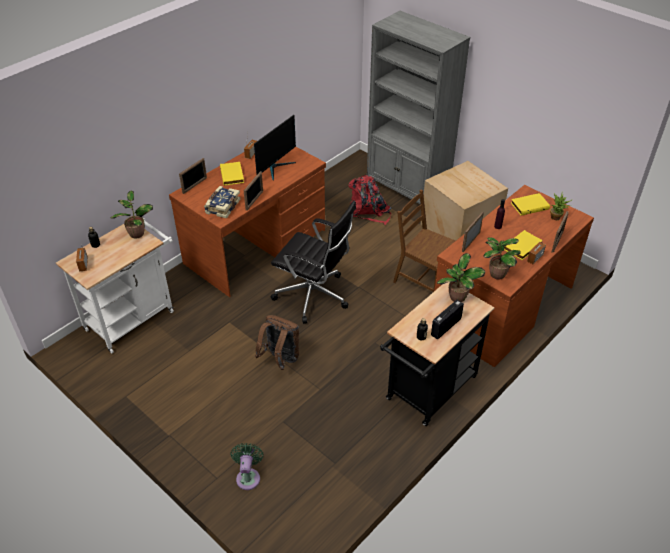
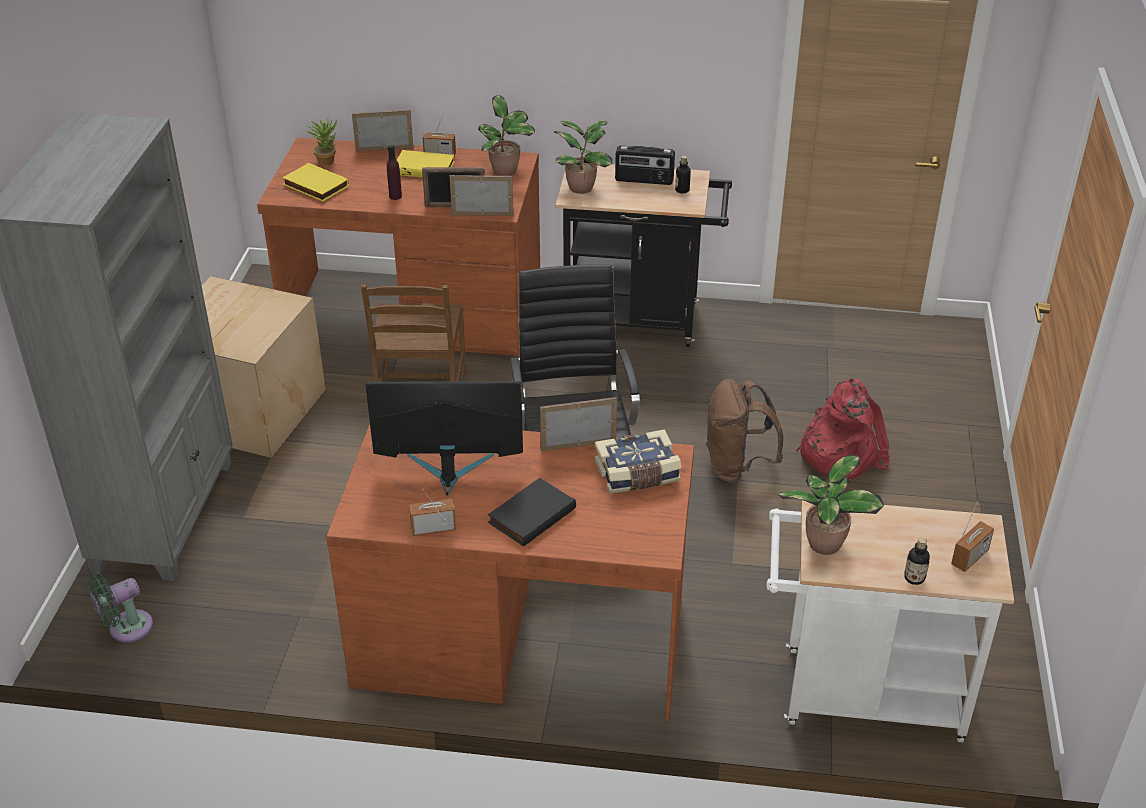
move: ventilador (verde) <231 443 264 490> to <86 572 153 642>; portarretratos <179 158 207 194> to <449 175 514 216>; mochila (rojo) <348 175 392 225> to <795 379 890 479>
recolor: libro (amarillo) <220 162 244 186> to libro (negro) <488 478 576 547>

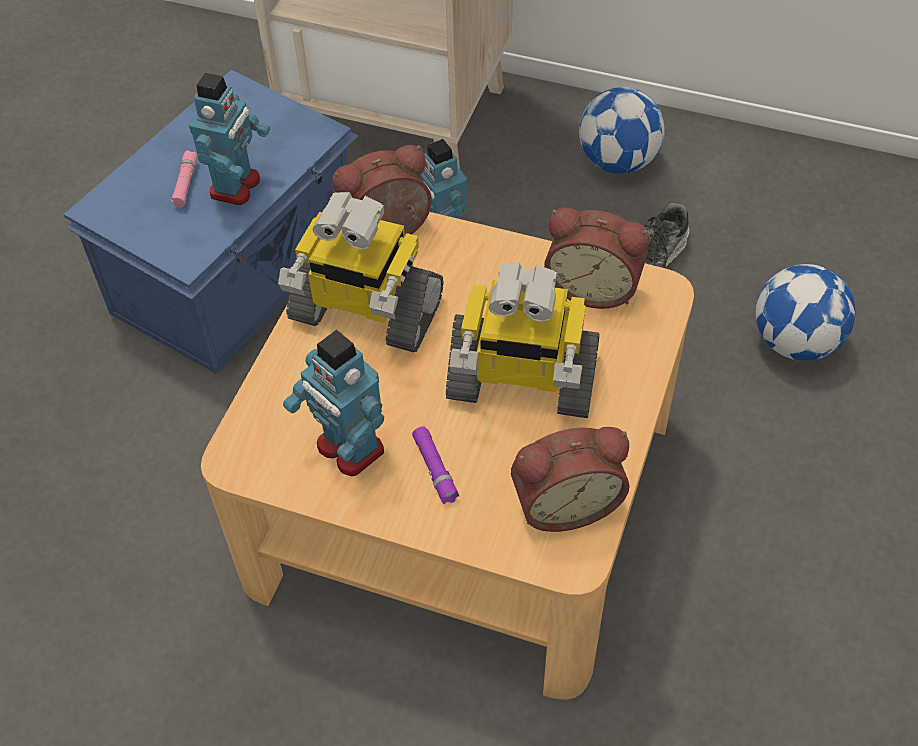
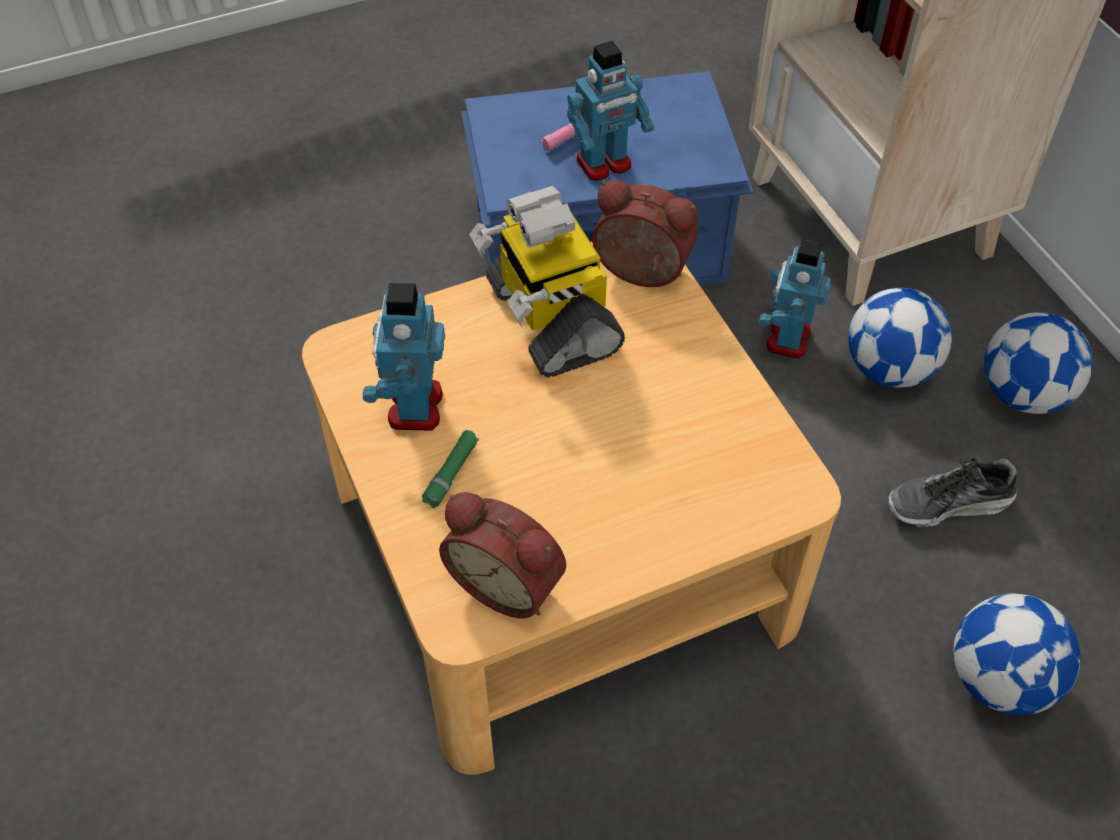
delete: robot de juguete <446 263 600 418>; despertador <544 207 650 309>
insert: balón de fútbol <848 287 952 388>
recolor: linterna (morado) <412 426 459 504> to linterna (verde) <422 430 479 508>

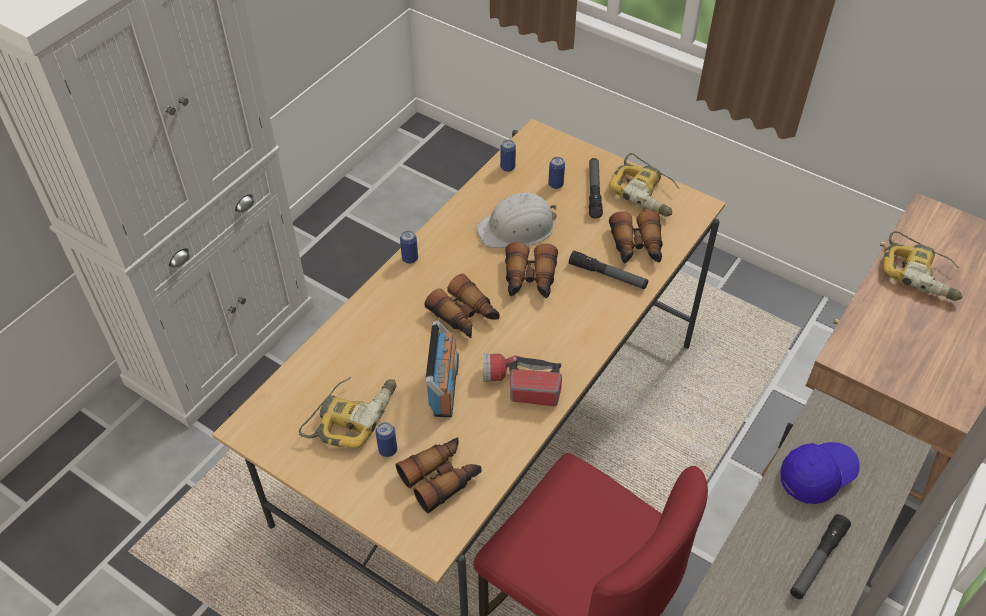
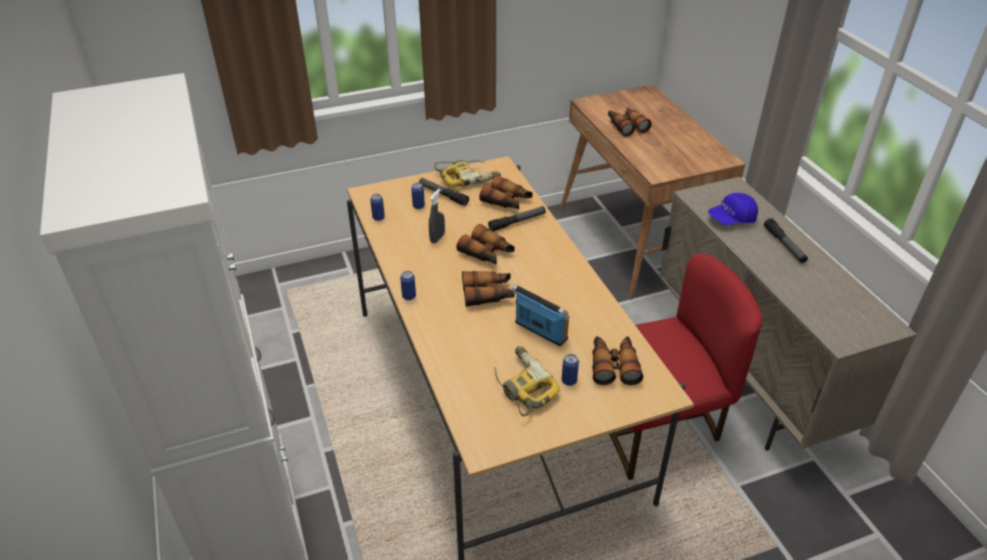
delete: linterna <483 353 562 406>
replace: casco (blanco) <476 193 557 248> to pulverizador (gris) <429 189 445 243>; taladro <883 231 962 301> to prismáticos <608 107 651 137>
rotate: gorra (azul) <780 442 860 504> = <708 193 758 225> 120 degrees counterclockwise

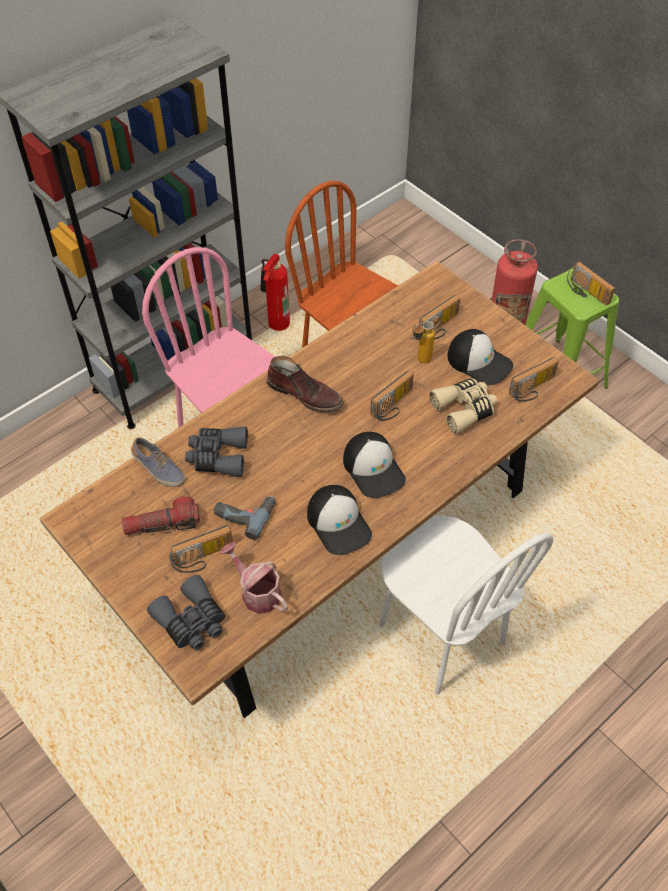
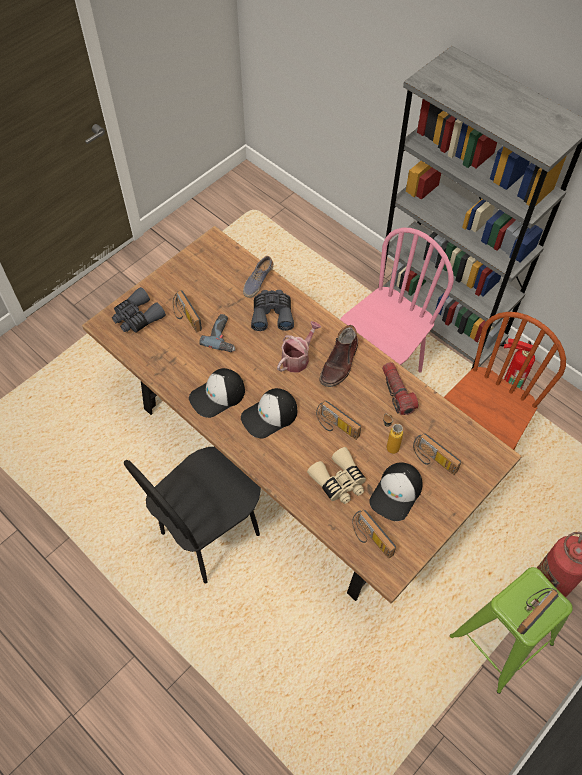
move: regadera <220 542 288 614> to <277 321 321 373>; linterna <121 496 200 535> to <382 362 418 415>
recolor: silla (blanco) <380 515 554 695> to silla (negro) <124 447 261 584>

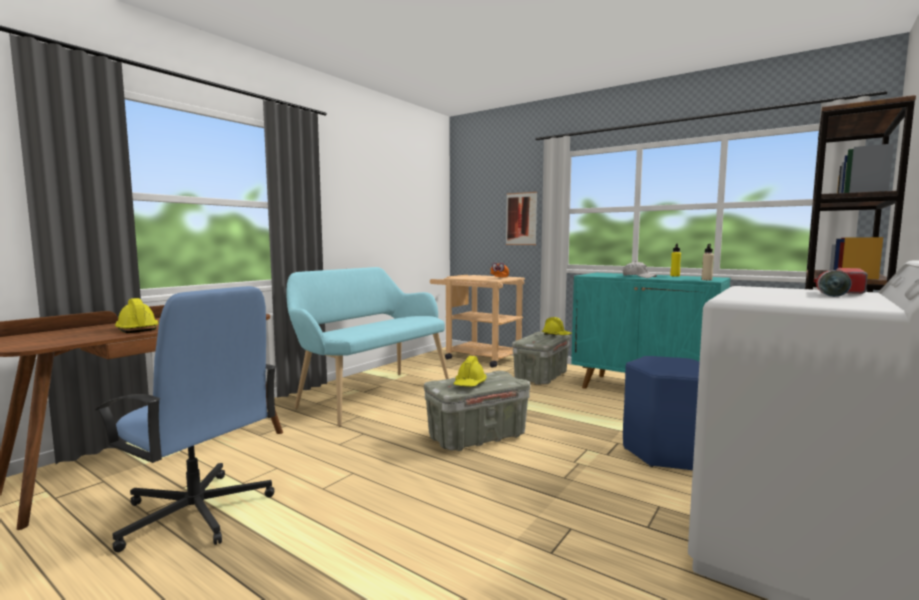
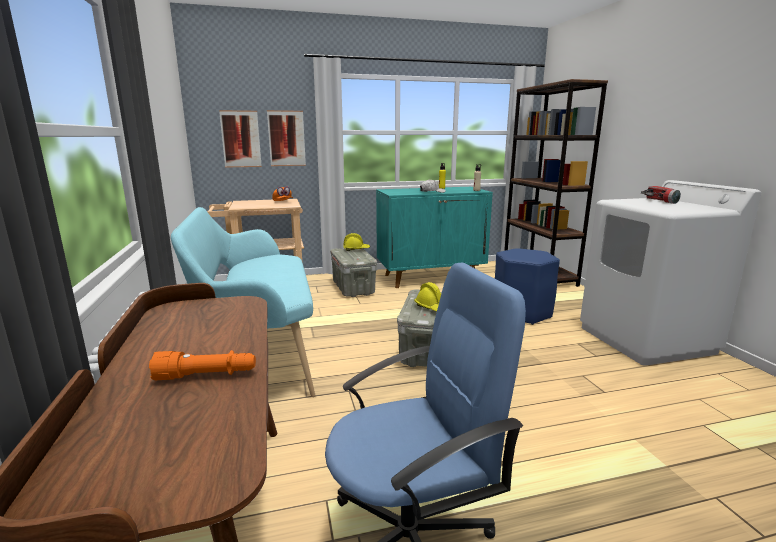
insert: cuadro <219 110 262 167>
replace: casco (amarillo) <115 298 159 333> to linterna (naranja) <149 350 256 380>

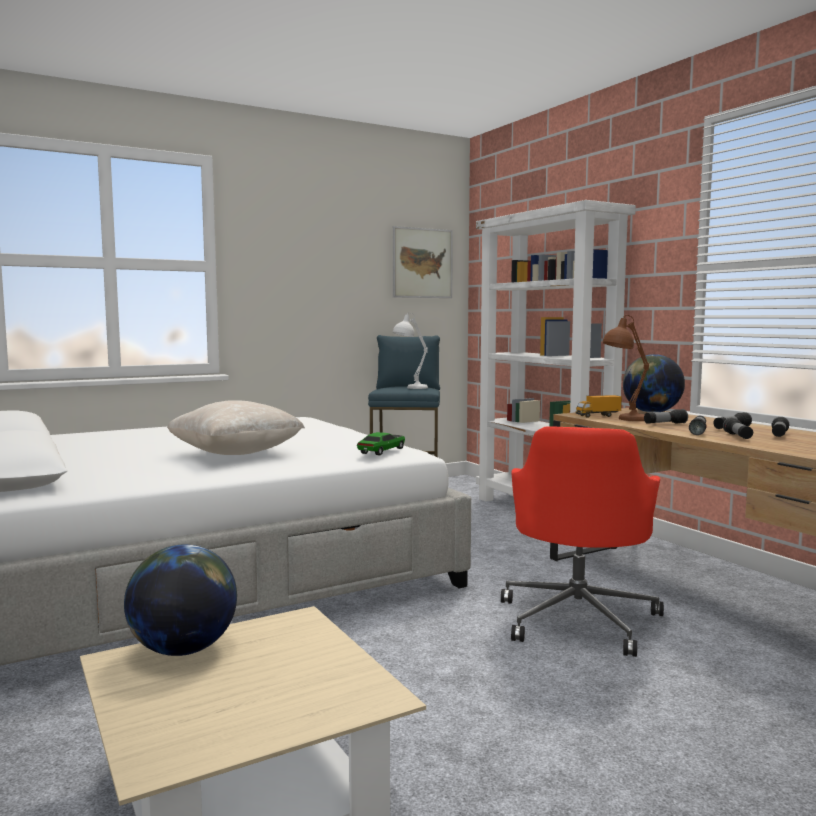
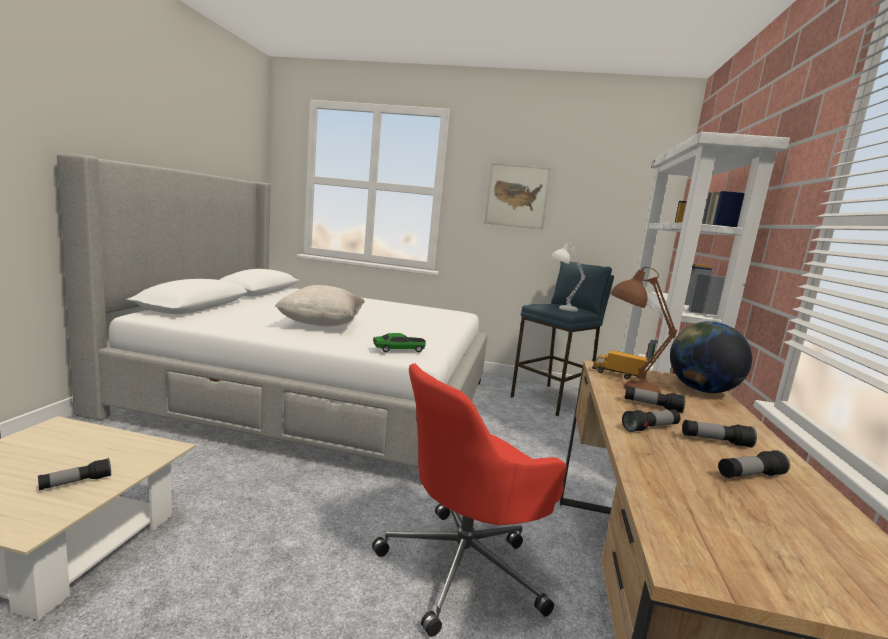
delete: globo terráqueo <124 544 237 656>
move: linterna <723 418 753 439> to <38 458 111 490>; cuadro <393 226 453 298> to <484 162 552 230>

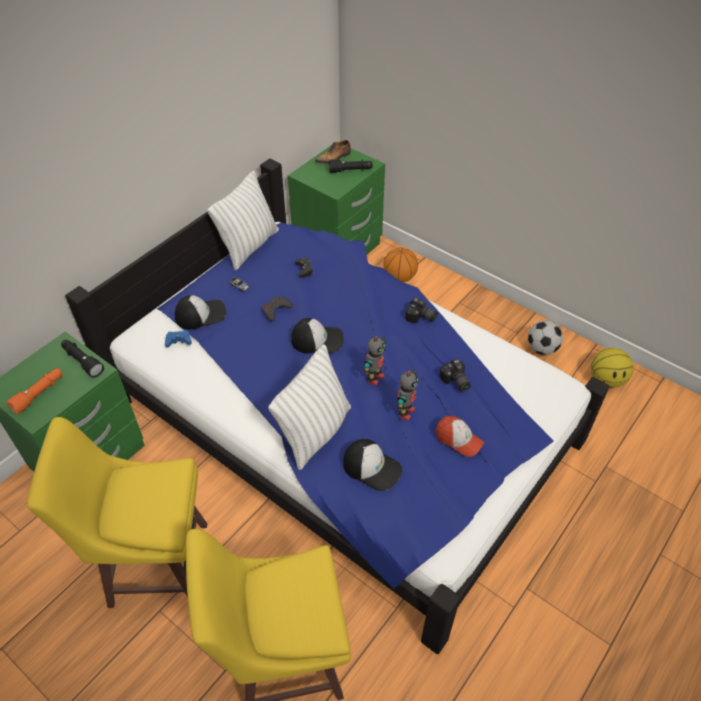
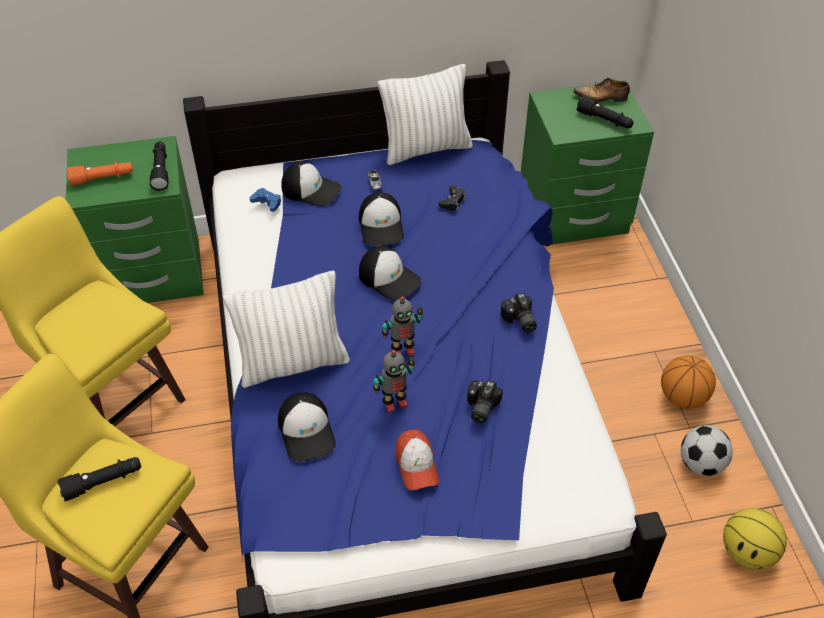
insert: linterna (negro) <57 457 141 501>
move: balón de baloncesto <383 247 418 282> to <661 355 716 409>
replace: mando de consola (gris) <262 296 293 321> to gorra <359 193 404 245>

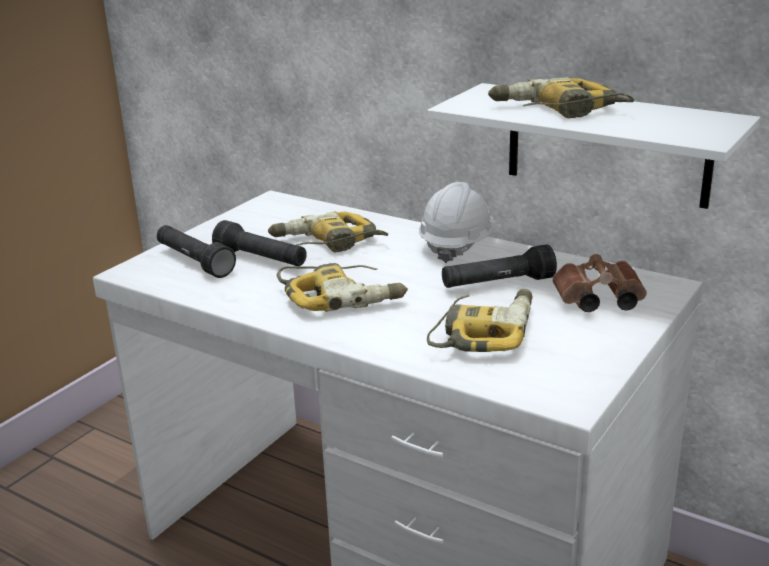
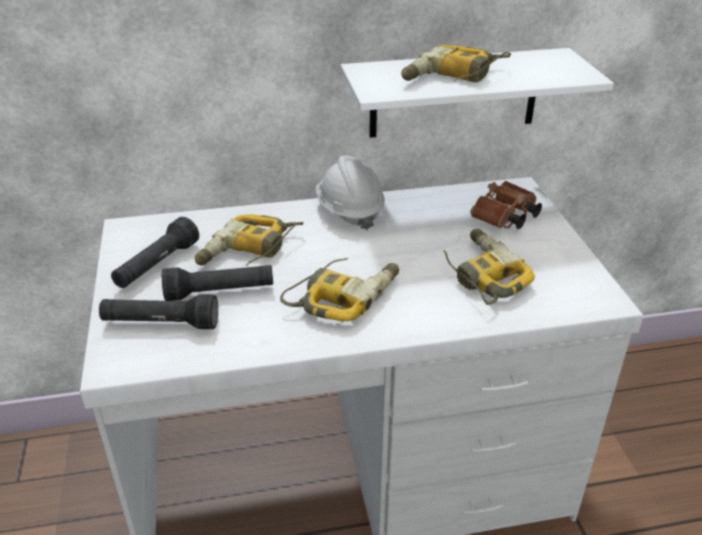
move: linterna (negro) <442 244 557 288> to <111 217 199 288>

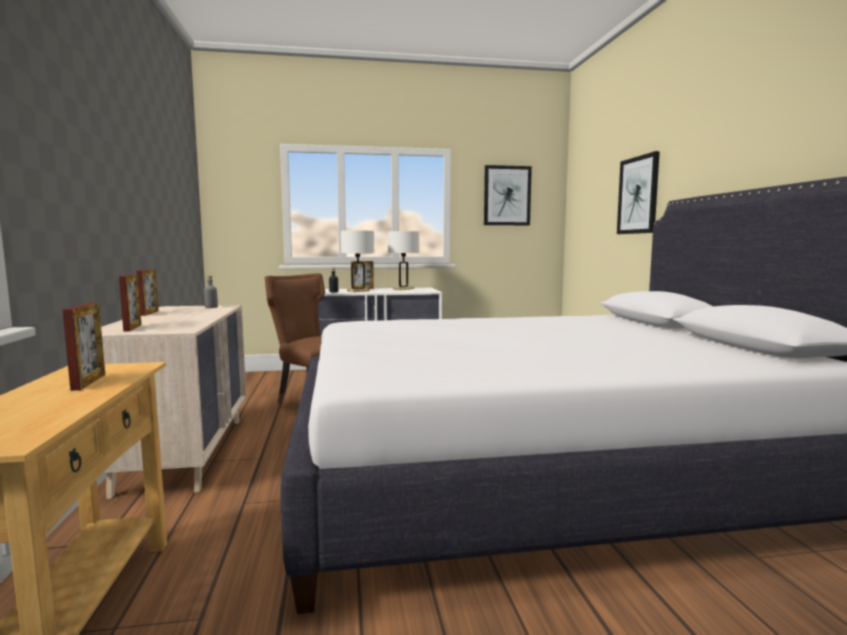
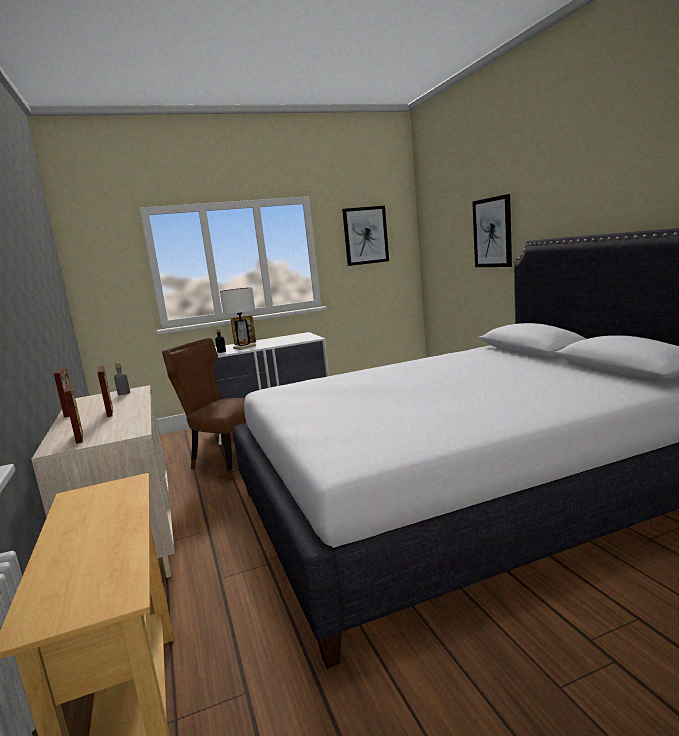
delete: lámpara de mesa (blanco) <388 231 419 290>
move: portarretratos <63 302 105 391> to <97 365 113 417>

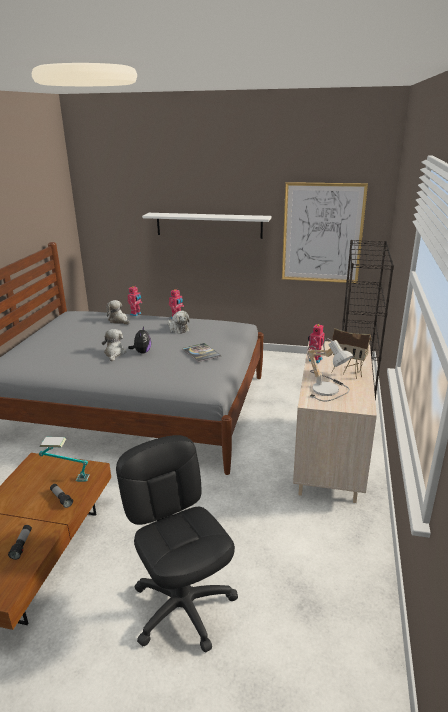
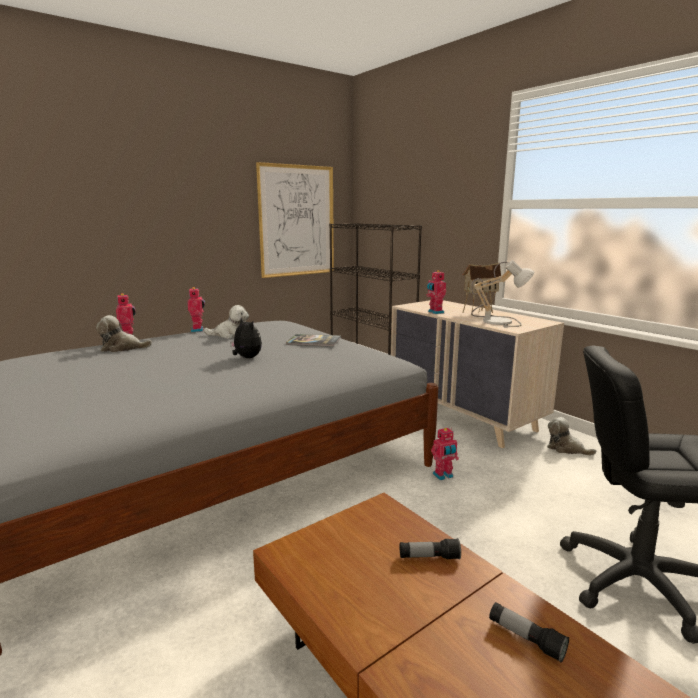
delete: lámpara de mesa <39 437 90 482>; estante (blanco) <142 213 271 239>
insert: robot de juguete <431 428 459 480>
move: peluche <102 329 126 362> to <547 417 596 456>

